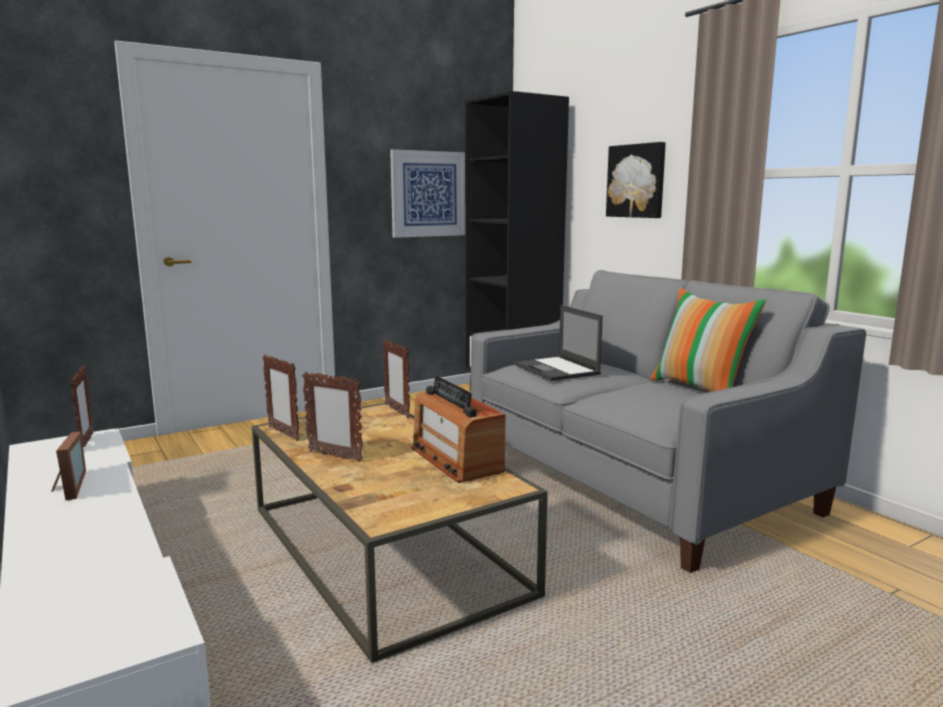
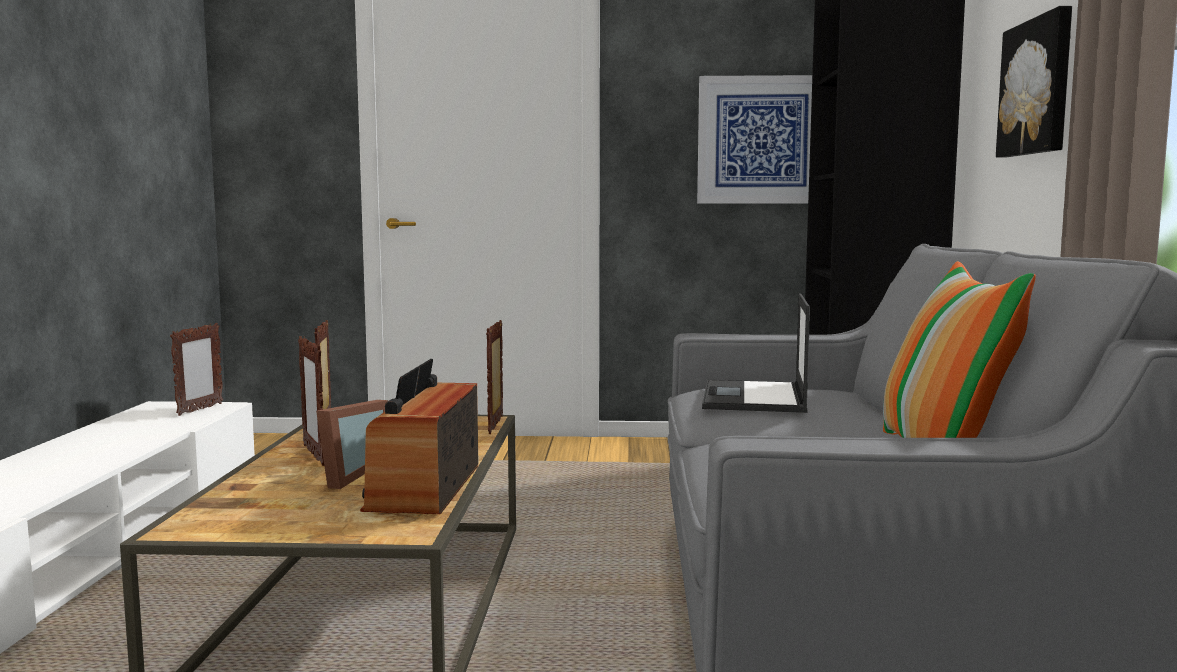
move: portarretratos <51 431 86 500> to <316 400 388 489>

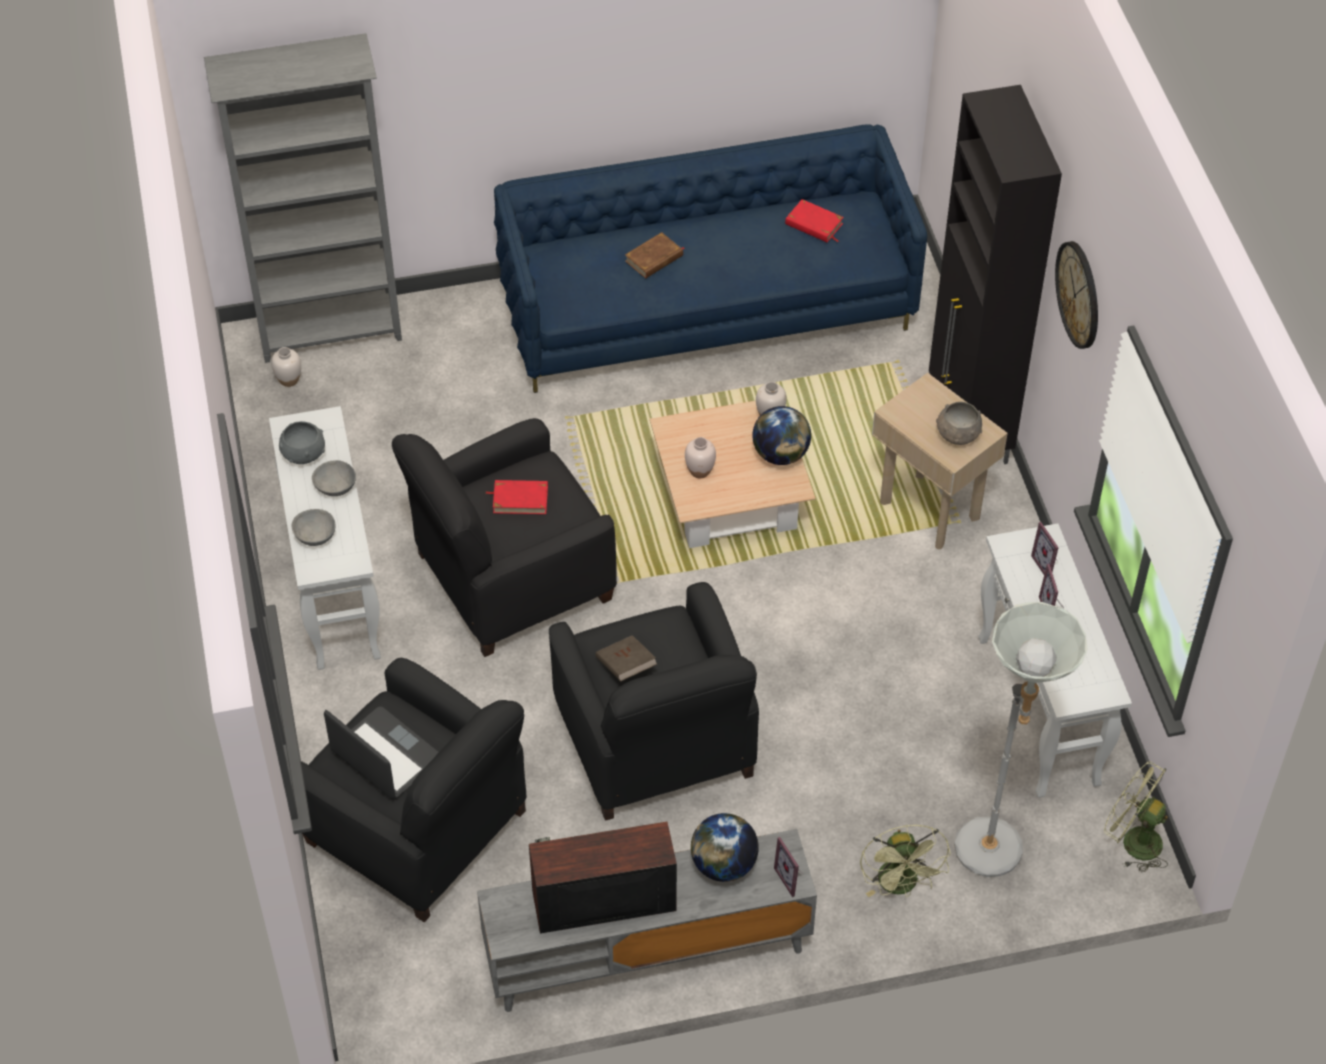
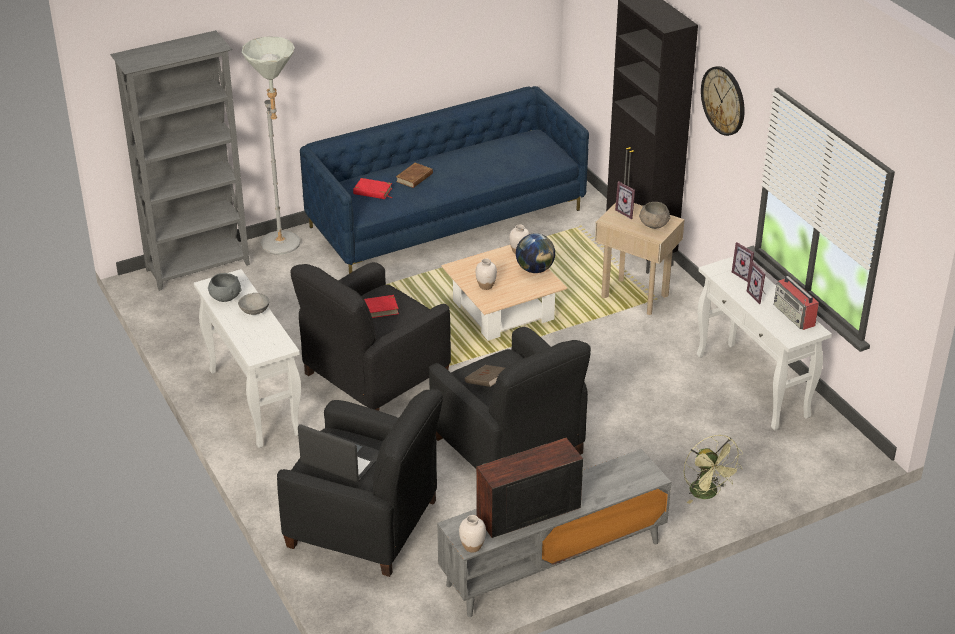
delete: cuenco (gris) <292 509 335 546>; globo terráqueo <691 813 759 882>; ventilador (verde) <1104 761 1168 872>
insert: radio <774 276 819 330>
move: lámpara de pie (gris) <954 602 1088 877> to <242 36 300 255>; libro (rojo) <785 199 844 242> to <353 178 393 199>; florero (blanco) <271 347 301 387> to <459 515 486 553>; portarretratos <774 837 803 897> to <615 181 635 219>

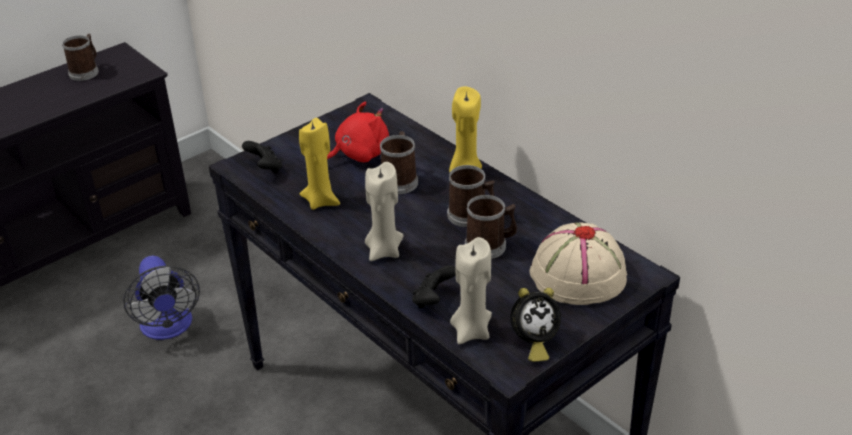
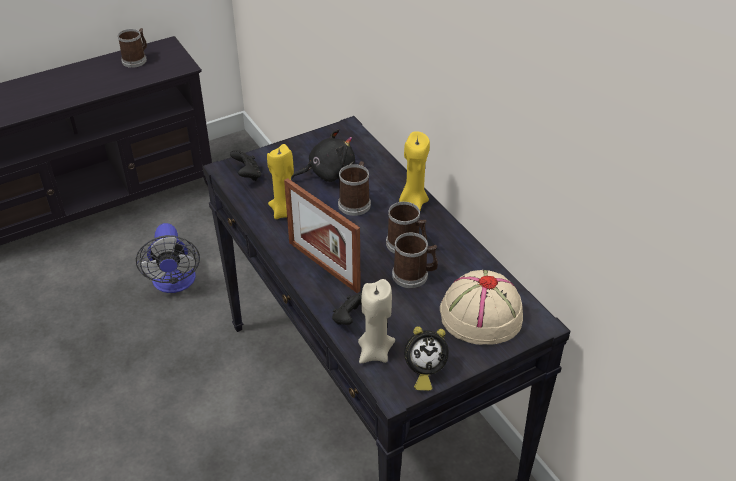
replace: vela (beis) <365 162 403 261> to portarretratos <284 178 361 293>
recolor: peluche (rojo) <327 102 389 162> to peluche (negro) <291 129 355 182>

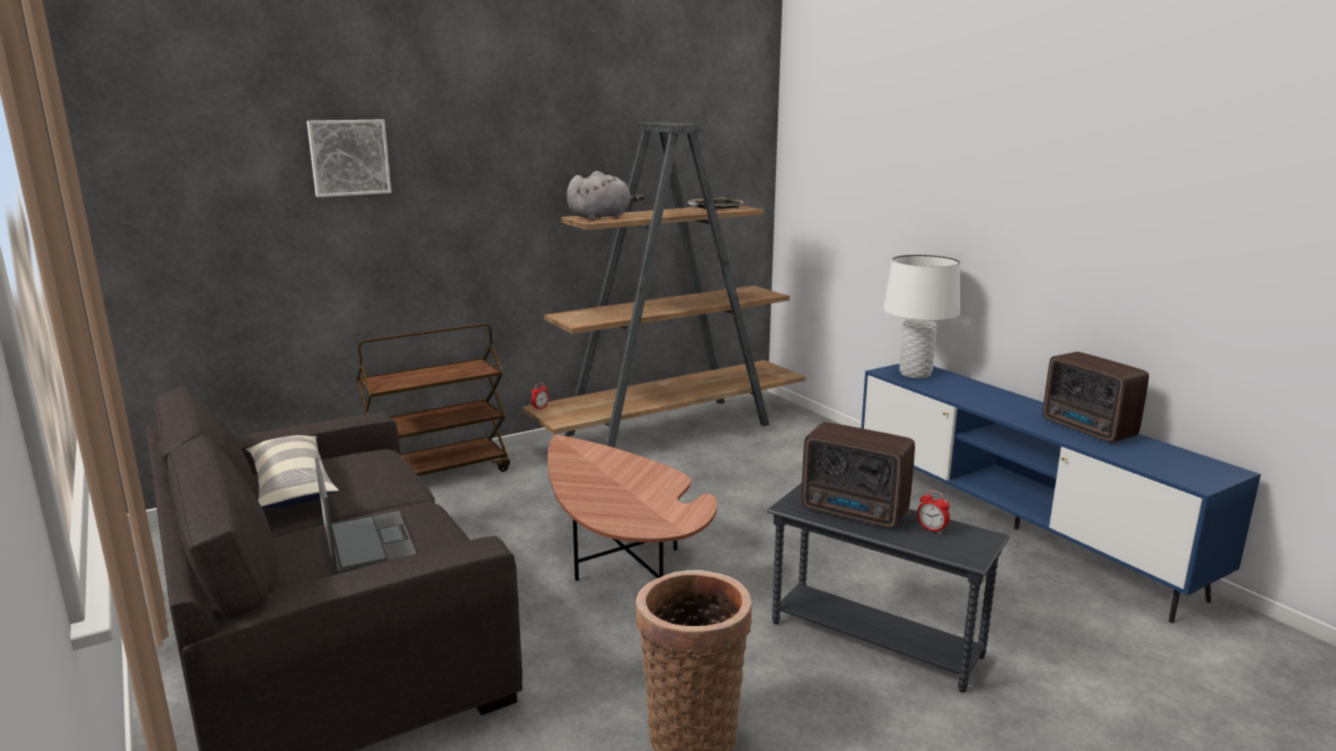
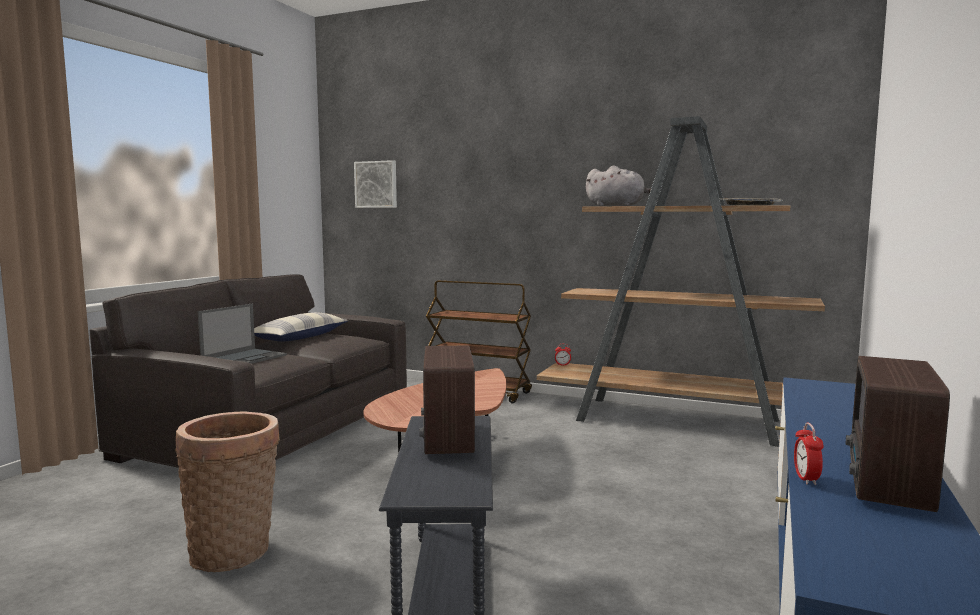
delete: lámpara de mesa (blanco) <883 255 960 378>
move: cuadro <307 120 392 197> to <354 160 397 208>; despertador <917 490 950 534> to <794 423 824 485>

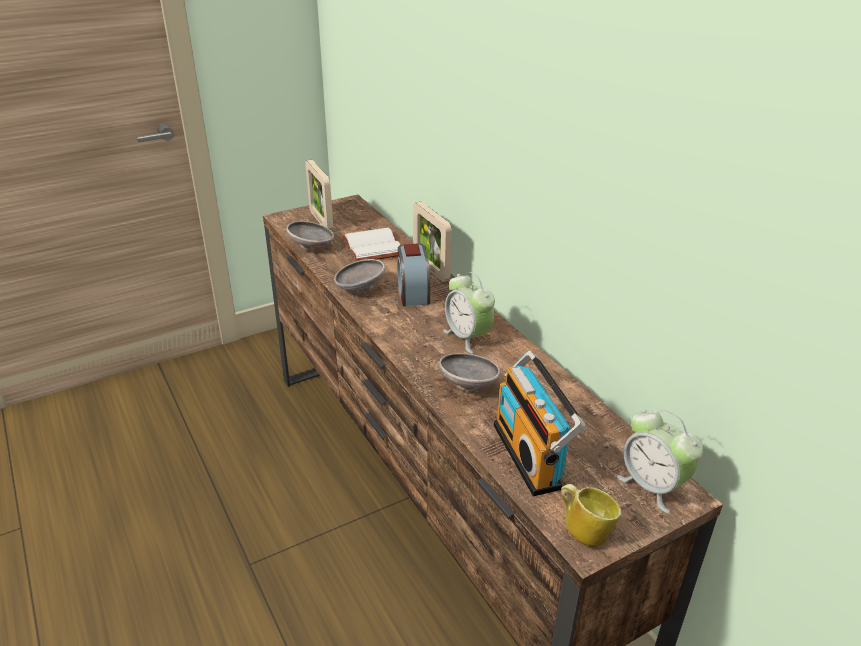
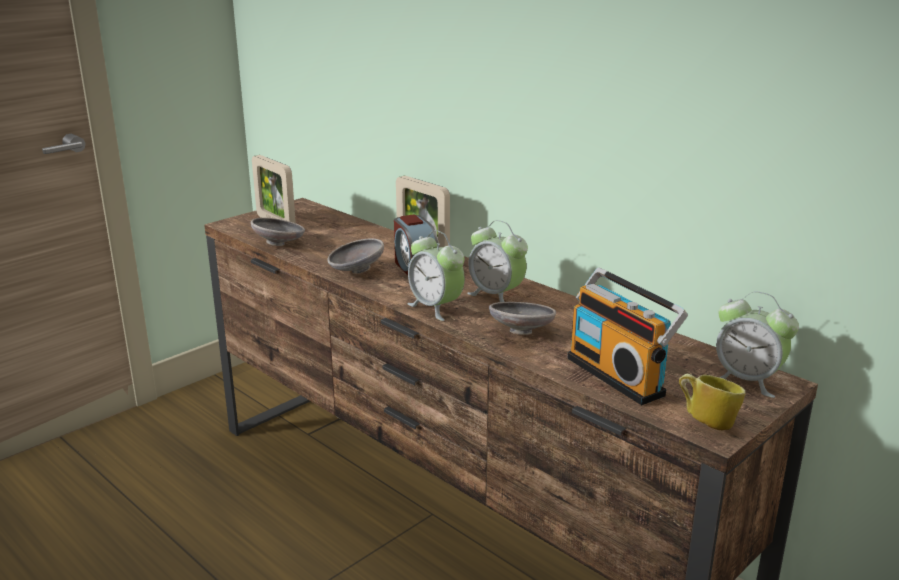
delete: libro (blanco) <342 228 400 262>
insert: despertador <407 230 465 321>

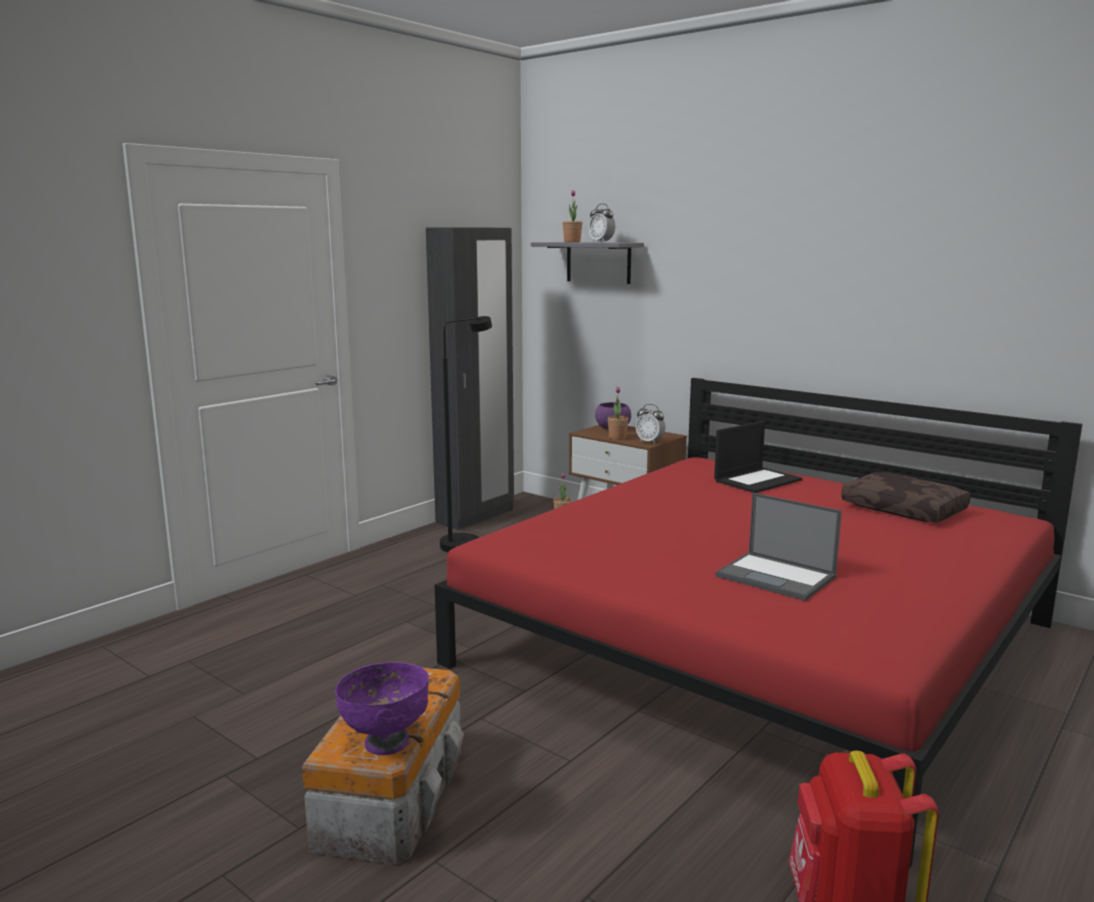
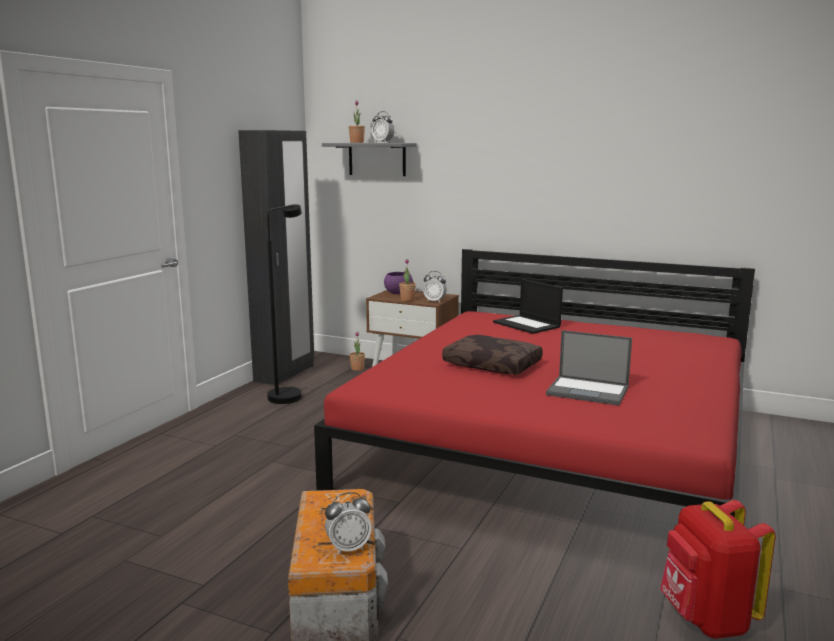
move: cojín (marrón) <841 472 970 523> to <442 335 543 374>
replace: cuenco (morado) <335 662 429 755> to despertador <325 492 372 555>
rotate: portátil <714 421 802 493> = <493 279 563 334> 105 degrees clockwise

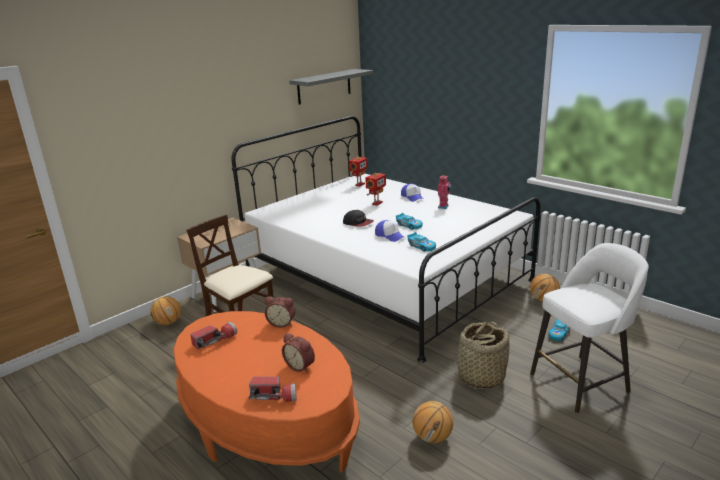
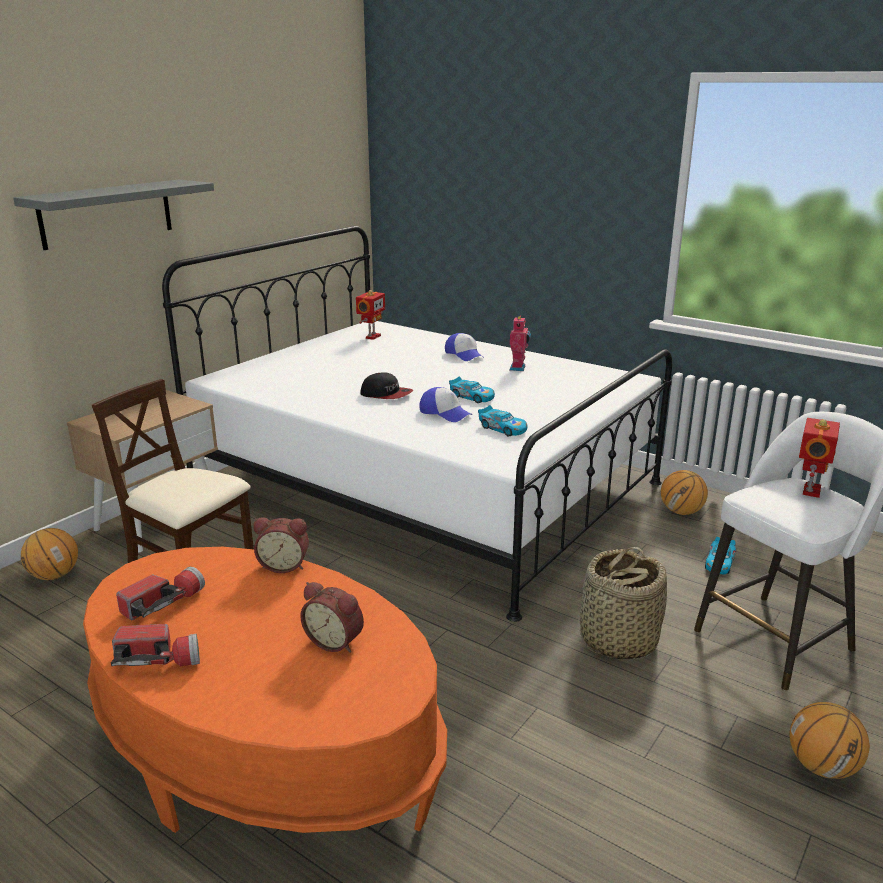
move: estante (gris) <289 69 374 105> to <13 180 214 250>; linterna <249 376 297 402> to <111 624 200 666>; balón de baloncesto <413 401 453 443> to <790 702 870 779>; robot de juguete <365 173 386 206> to <799 418 840 498>

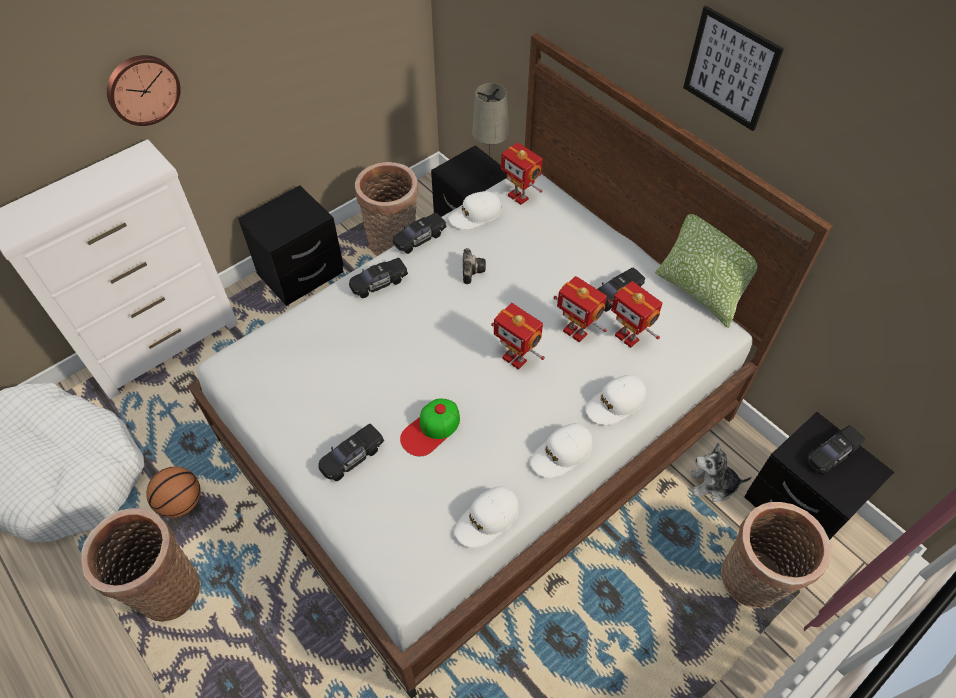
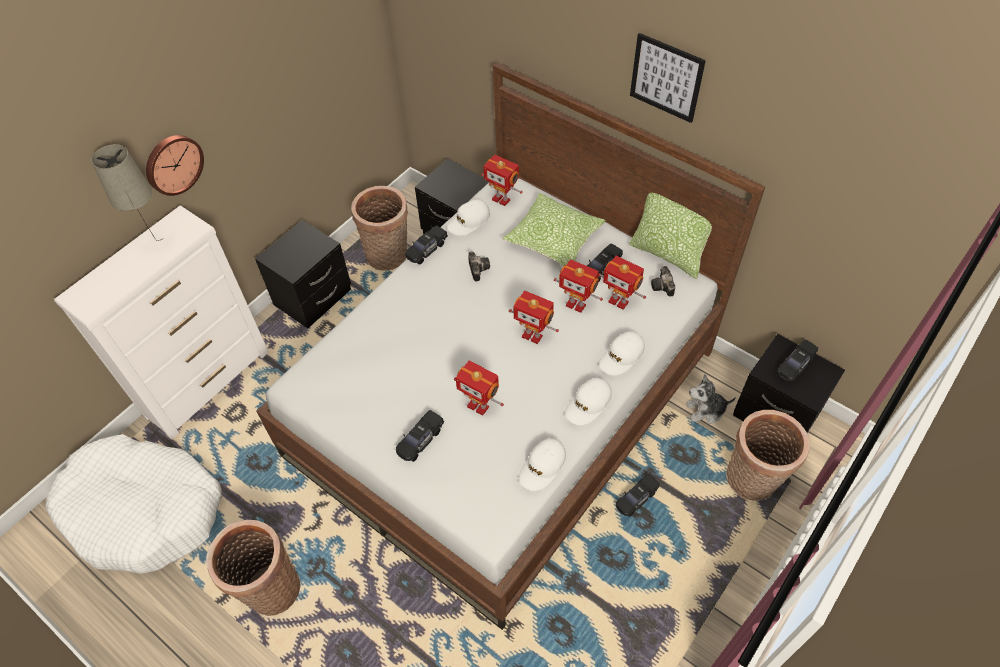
delete: balón de baloncesto <146 466 201 518>
insert: cojín <503 193 606 266>; cámara <651 266 675 297>
move: lámpara de mesa (beis) <472 83 509 178> to <91 144 164 241>; coche de juguete (negro) <349 258 408 298> to <616 474 660 517>
replace: gorra <400 399 460 456> to robot de juguete <454 360 504 416>

